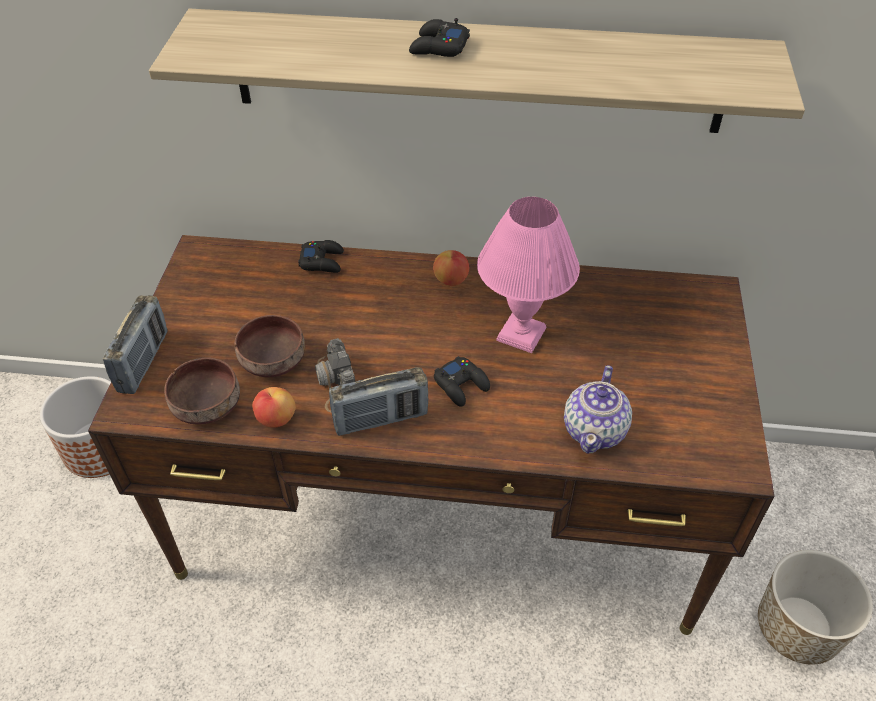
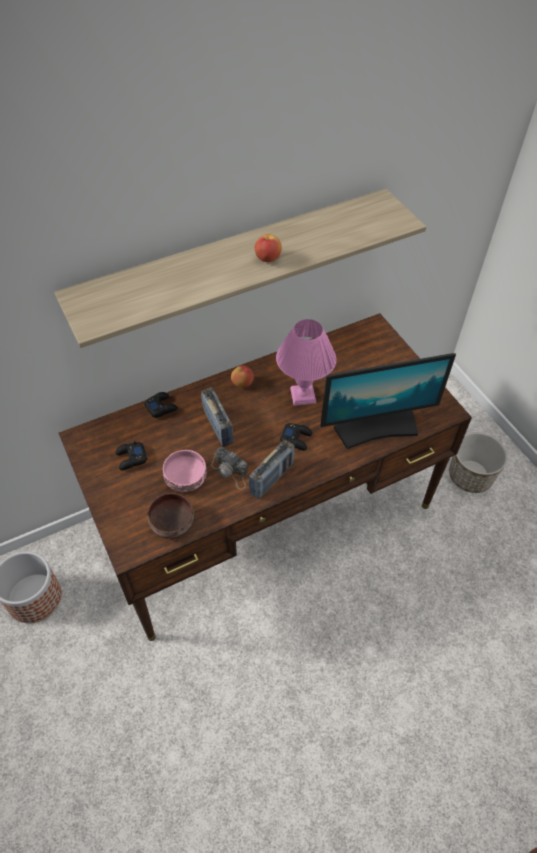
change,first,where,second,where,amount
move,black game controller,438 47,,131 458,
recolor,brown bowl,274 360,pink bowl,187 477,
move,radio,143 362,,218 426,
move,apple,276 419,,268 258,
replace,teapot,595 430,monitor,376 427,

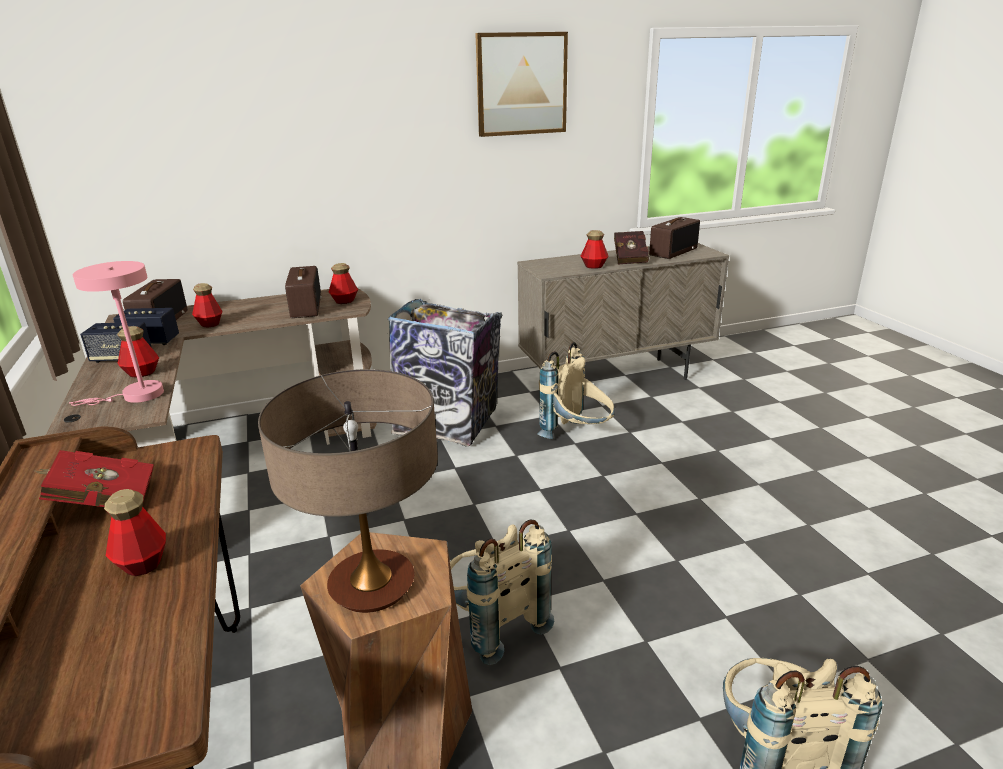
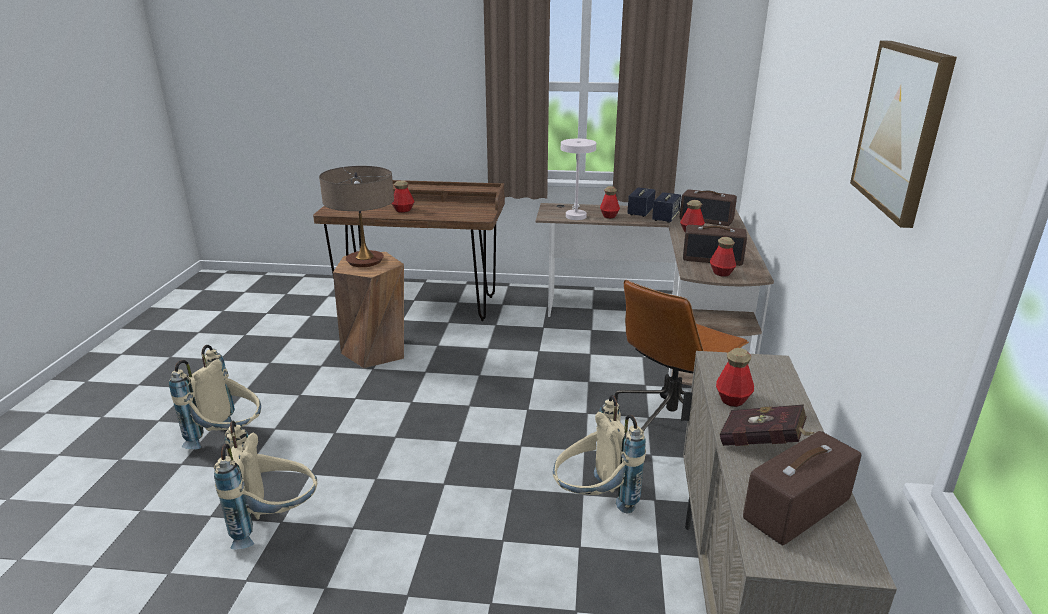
change,first,where,second,where,amount
move,beige backpack,492 624,,276 522,
recolor,pink table lamp,136 396,white table lamp,575 215,
replace,trash can,448 424,brown office chair,670 427,
rotate,radio,673 251,,797 510,75 degrees clockwise
delete,red book,102 501,,,

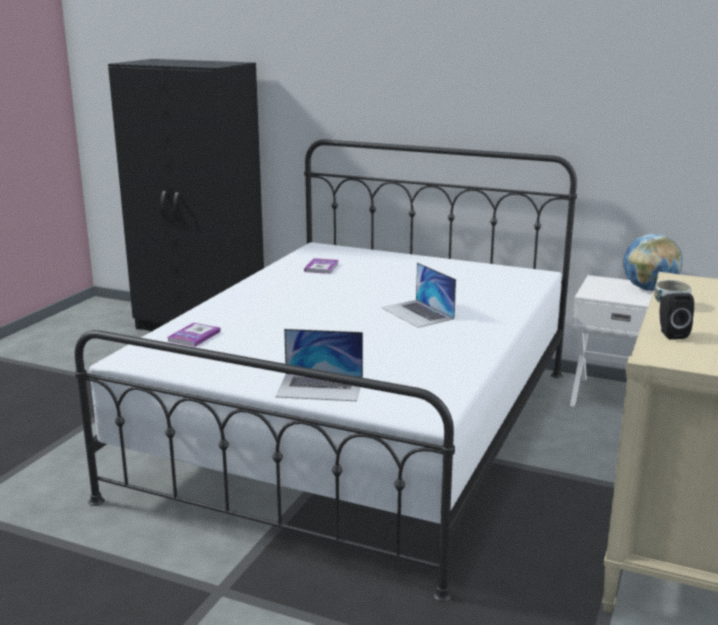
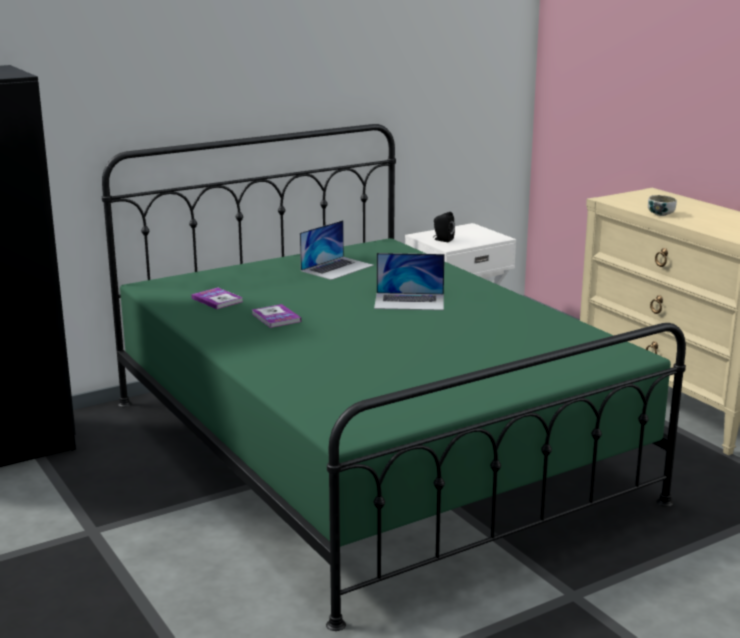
change,first,where,second,where,amount
recolor,white bed,358 430,green bed,369 449,
move,book,194 336,,276 317,
move,laptop,320 387,,337 268,
move,black speaker,671 334,,442 240,
delete,globe,649 289,,,

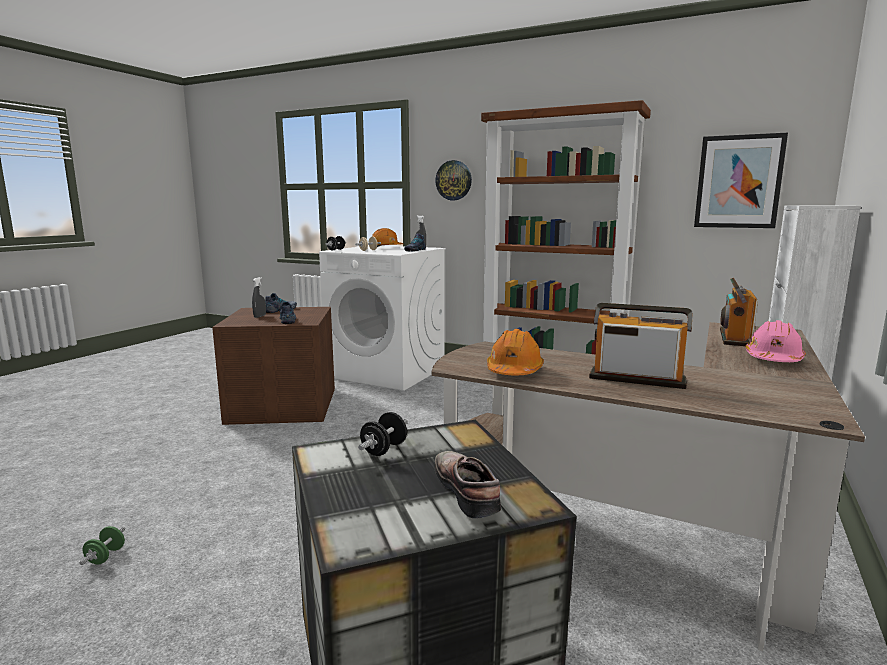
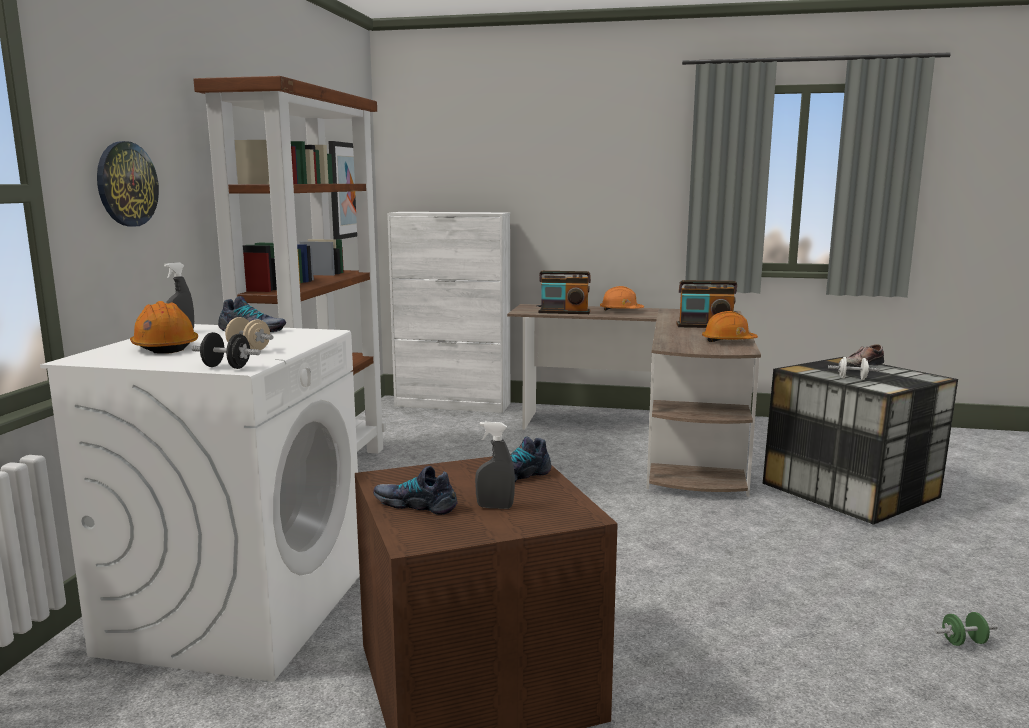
change,first,where,second,where,amount
recolor,pink hard hat,773 359,orange hard hat,621 310,
rotate,radio,636 379,,705 326,90 degrees counterclockwise
recolor,black dumbbell,384 449,white dumbbell,852 379,

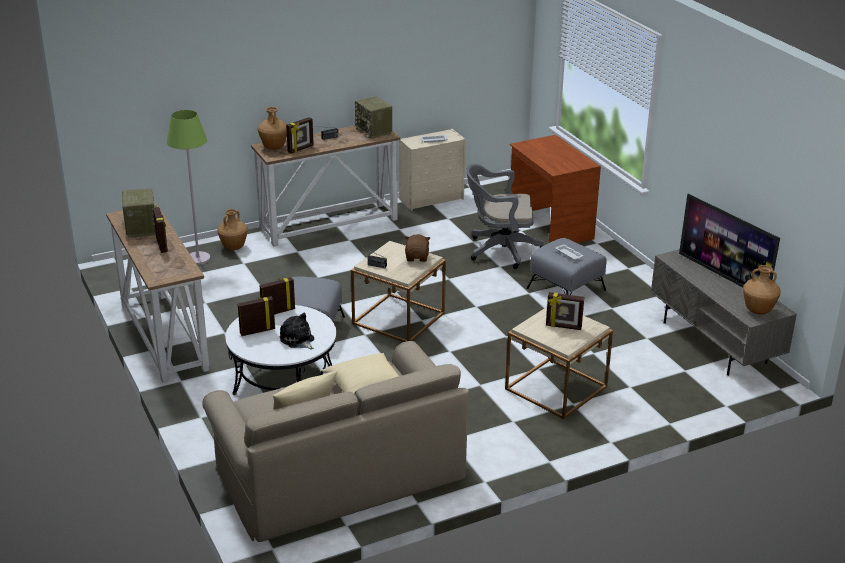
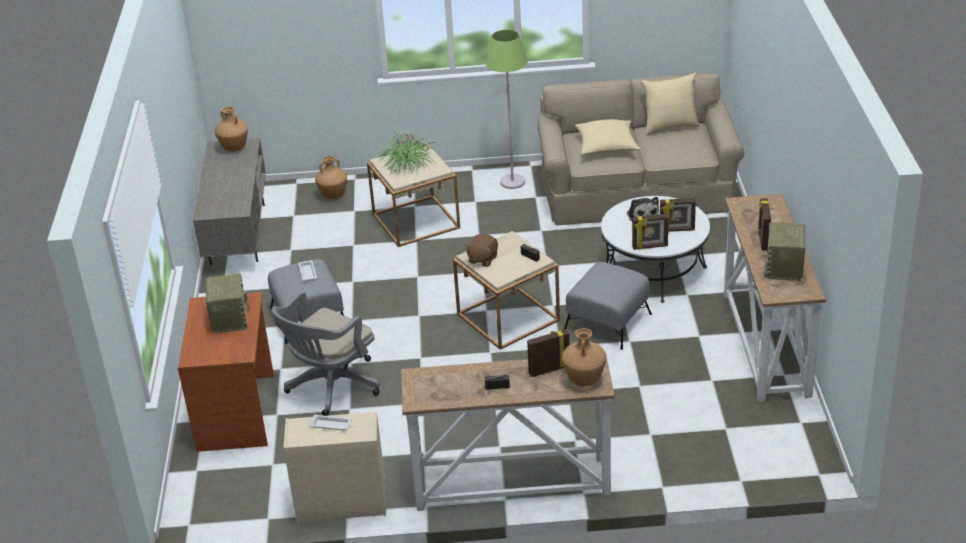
change,first,where,second,where,amount
move,radio,374 131,,229 319,
rotate,grey office chair,499 250,,330 387,105 degrees clockwise
move,brown vase,234 247,,333 196,
replace,picture frame,563 327,potted plant,407 165,
move,green floor lamp,198 259,,512 182,
delete,television,724 276,,,

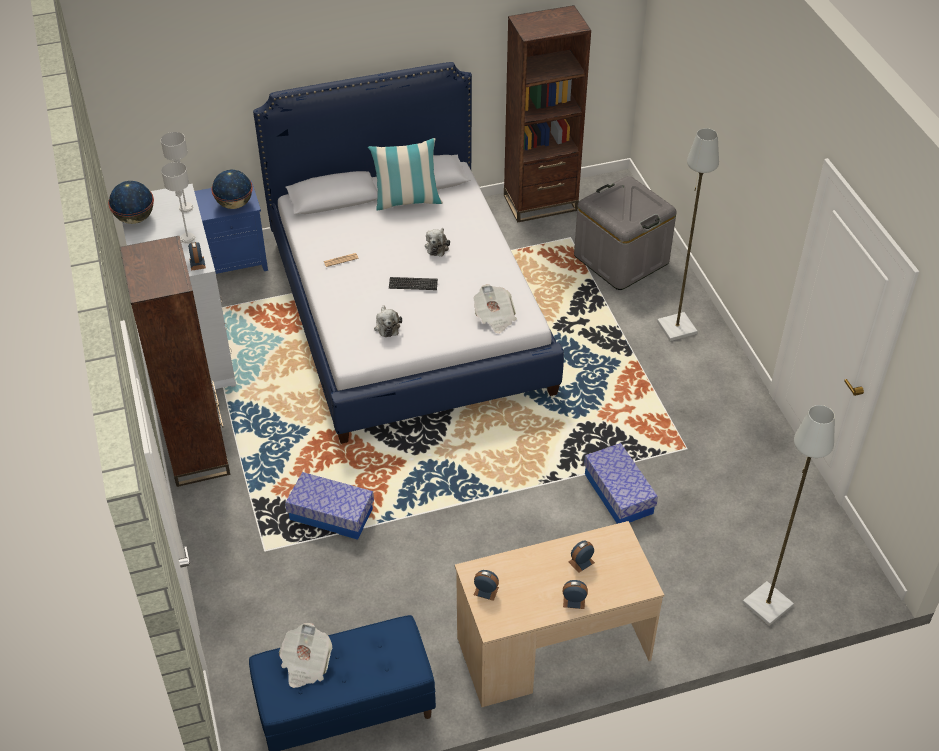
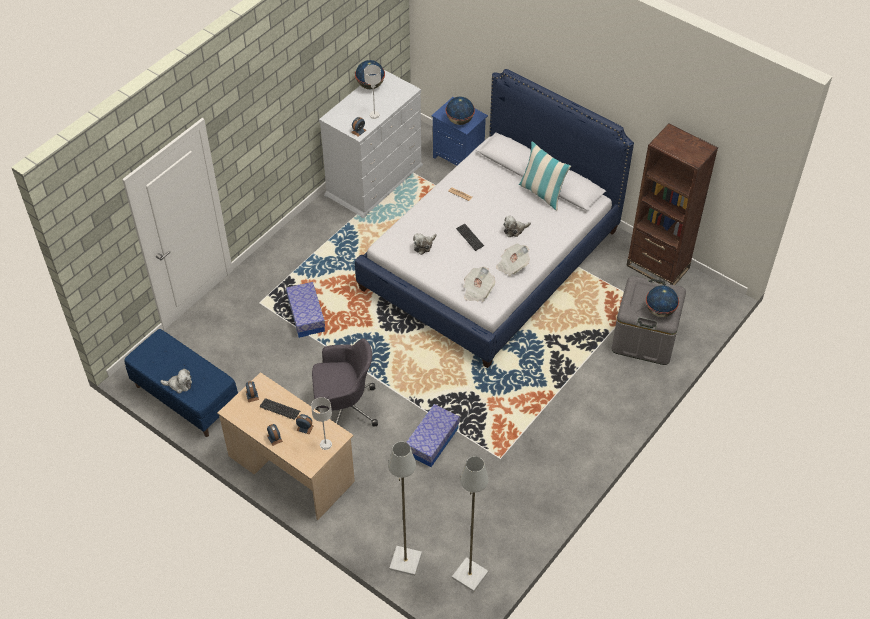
change,first,where,second,where,amount
insert,,,plush toy,179 385,
insert,,,keyboard,280 409,
move,grey table lamp,185 208,,325 444,
insert,,,grey office chair,344 407,
move,grey floor lamp,676 328,,469 575,
move,newspaper,305 664,,512 265,
insert,,,globe,659 311,
delete,brown bookcase,197 452,,,

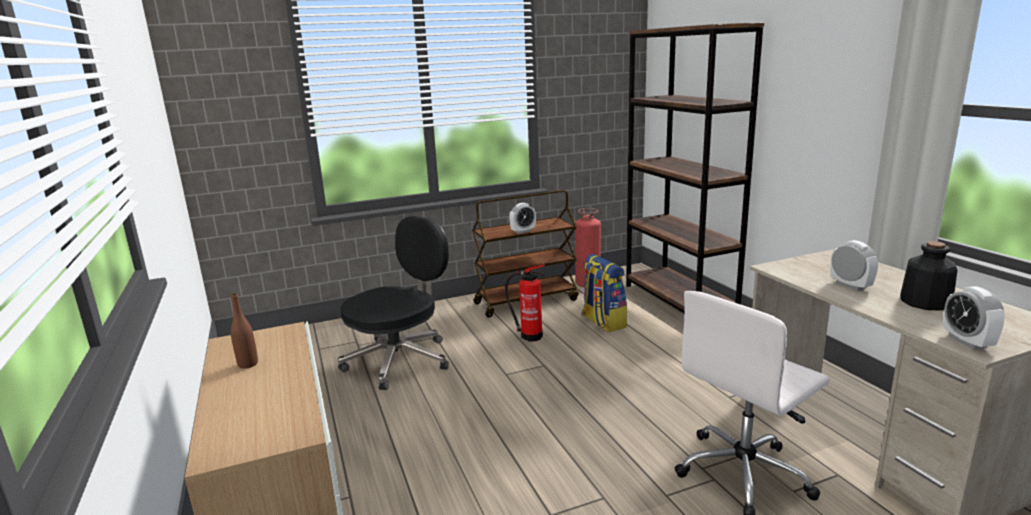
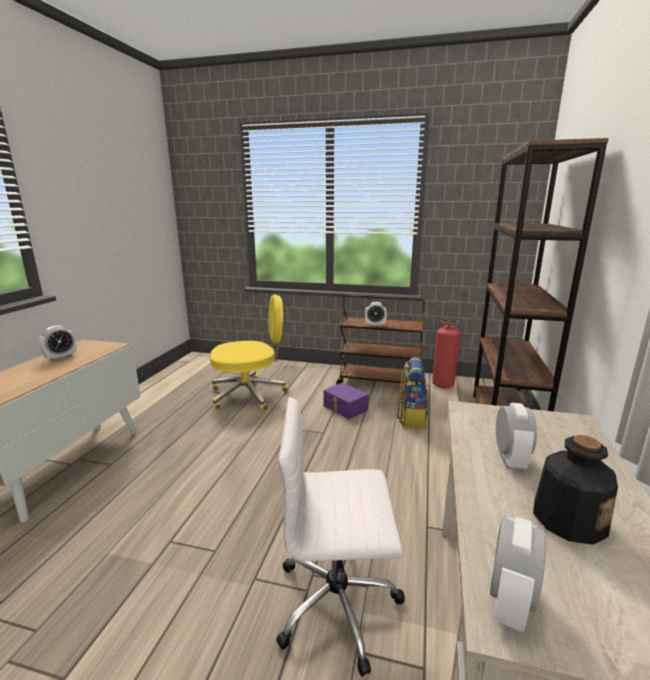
change,first,where,second,where,amount
replace,brown bottle,248 364,alarm clock,61 357,
recolor,black office chair,400 360,yellow office chair,250 394,
replace,fire extinguisher,529 336,purple storage box,344 408,

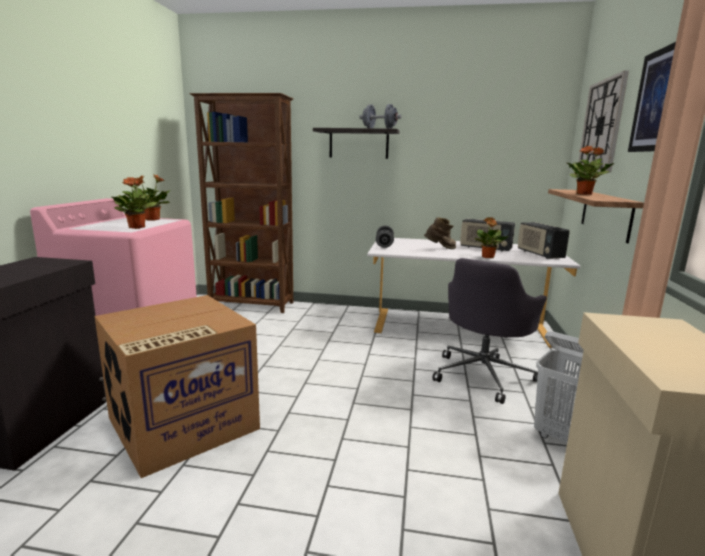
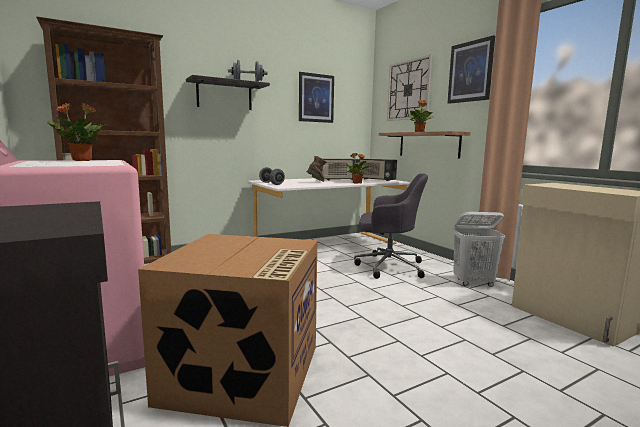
change,first,where,second,where,amount
insert,,,picture,316 98,
rotate,grey office chair,483 375,,387 266,75 degrees counterclockwise
delete,potted plant,137 227,,,

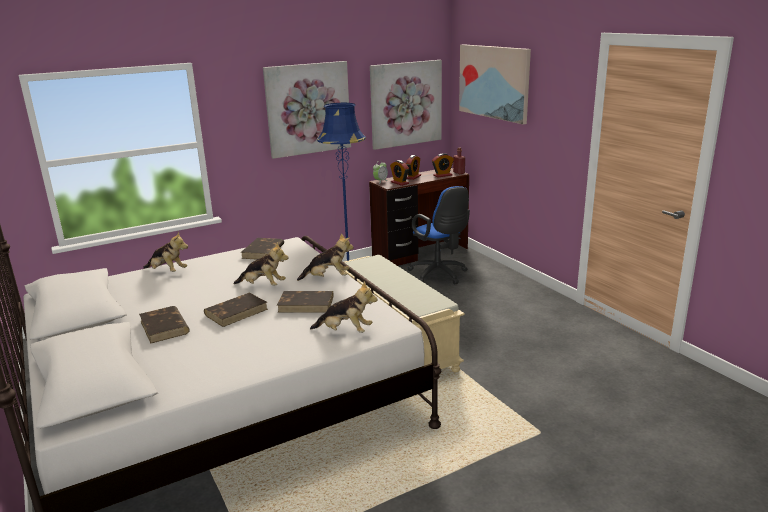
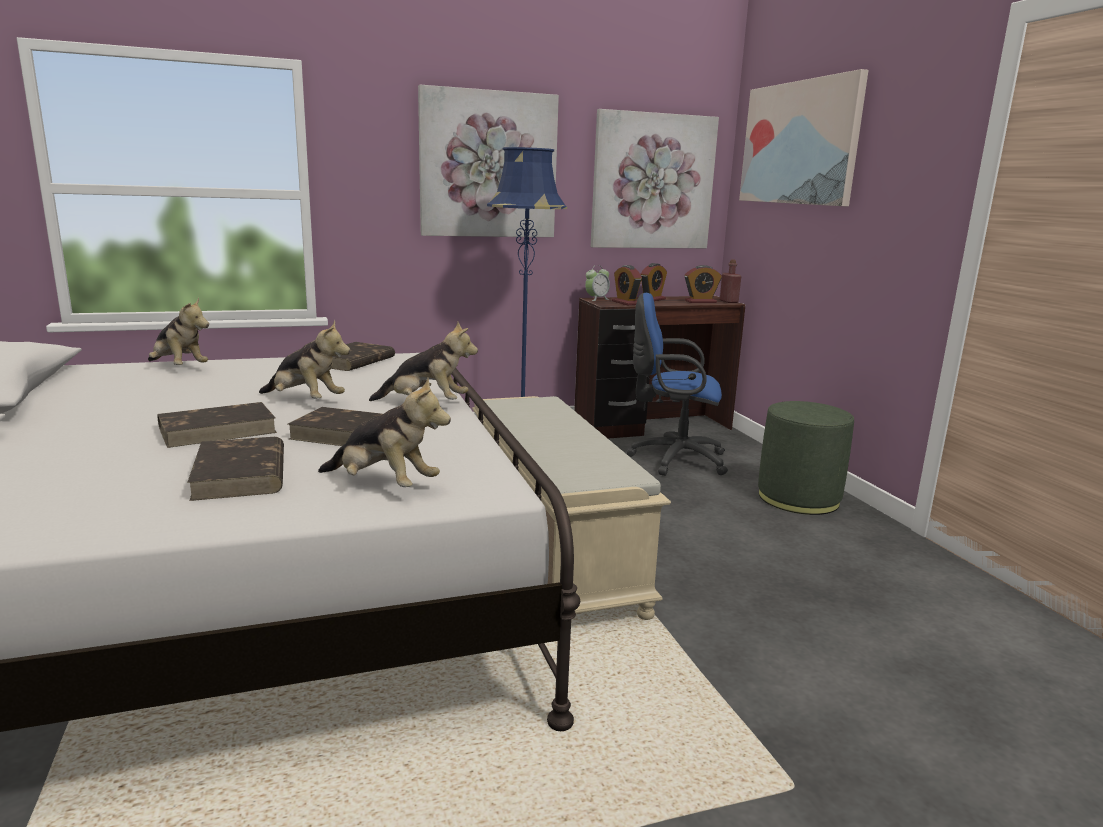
change,first,where,second,where,amount
move,brown book,164 327,,240 474,
rotate,blue office chair,439 275,,673 459,120 degrees clockwise
insert,,,green ottoman,798 498,

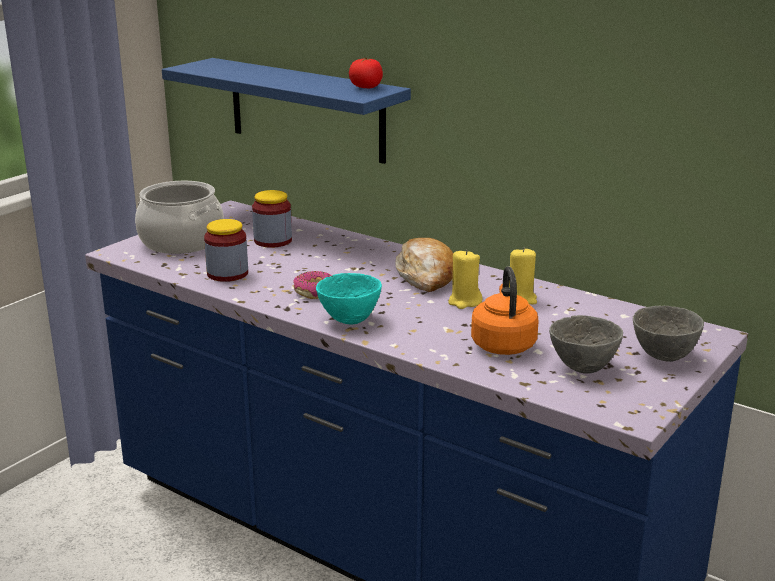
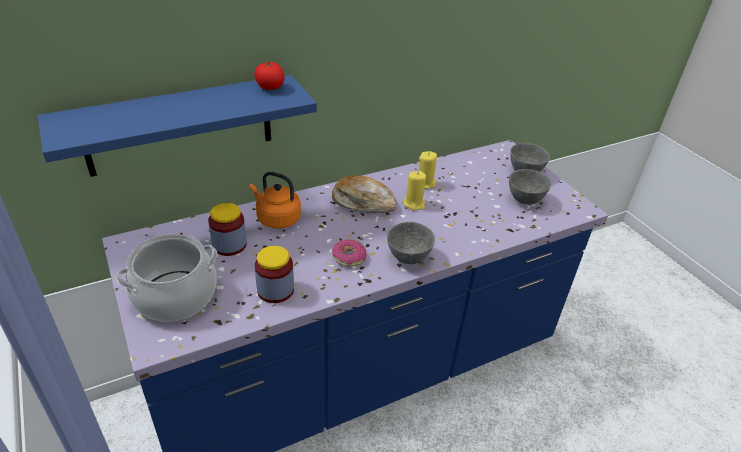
change,first,where,second,where,amount
move,orange kettle,503 344,,276 218,
recolor,turquoise bowl,350 320,grey bowl,409 258,

